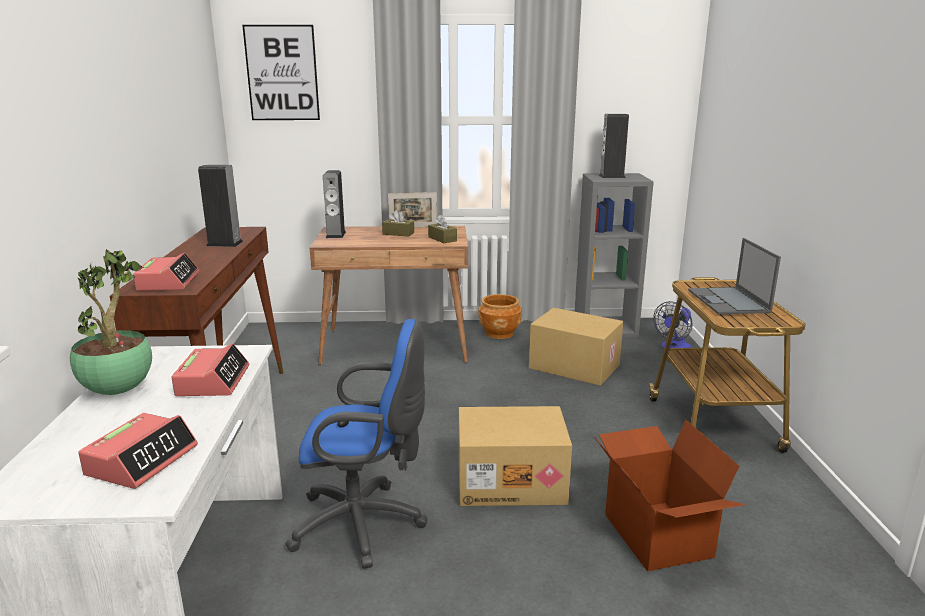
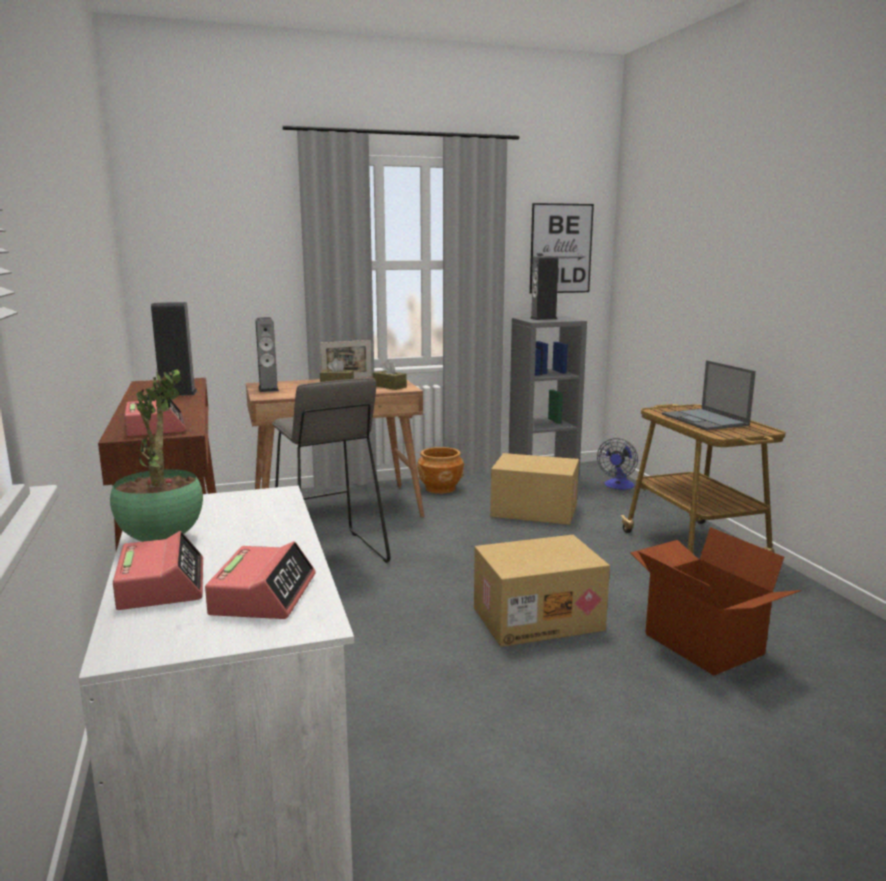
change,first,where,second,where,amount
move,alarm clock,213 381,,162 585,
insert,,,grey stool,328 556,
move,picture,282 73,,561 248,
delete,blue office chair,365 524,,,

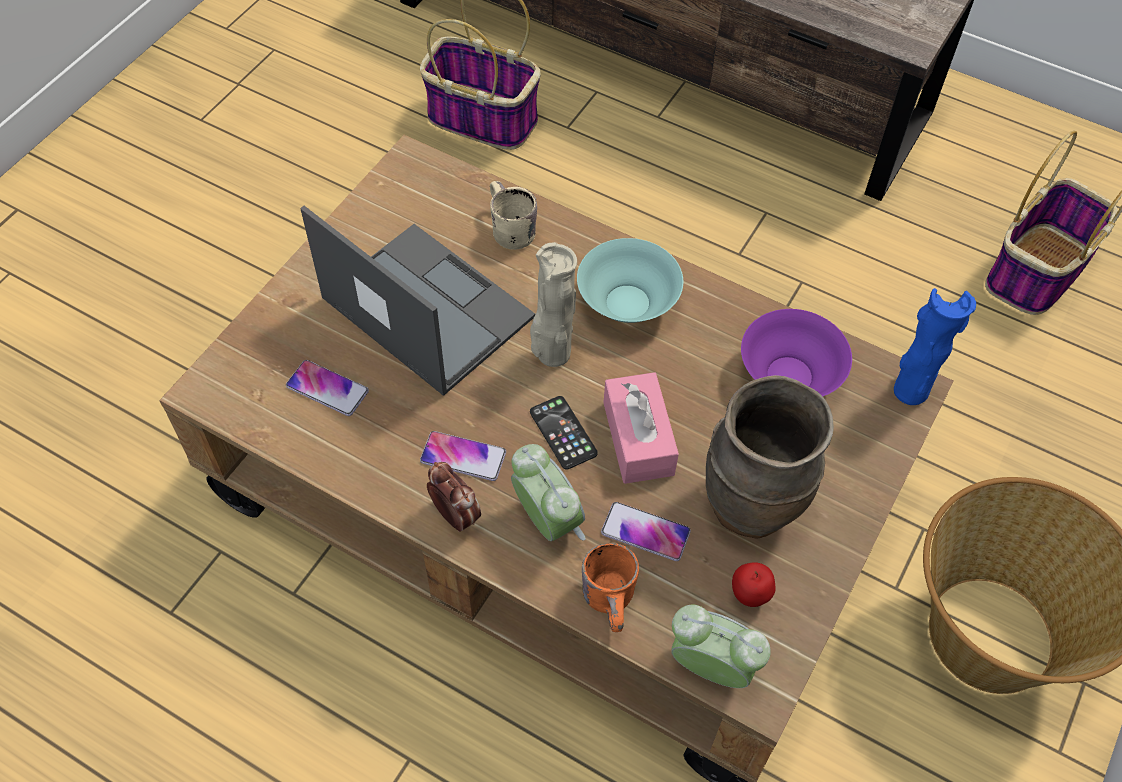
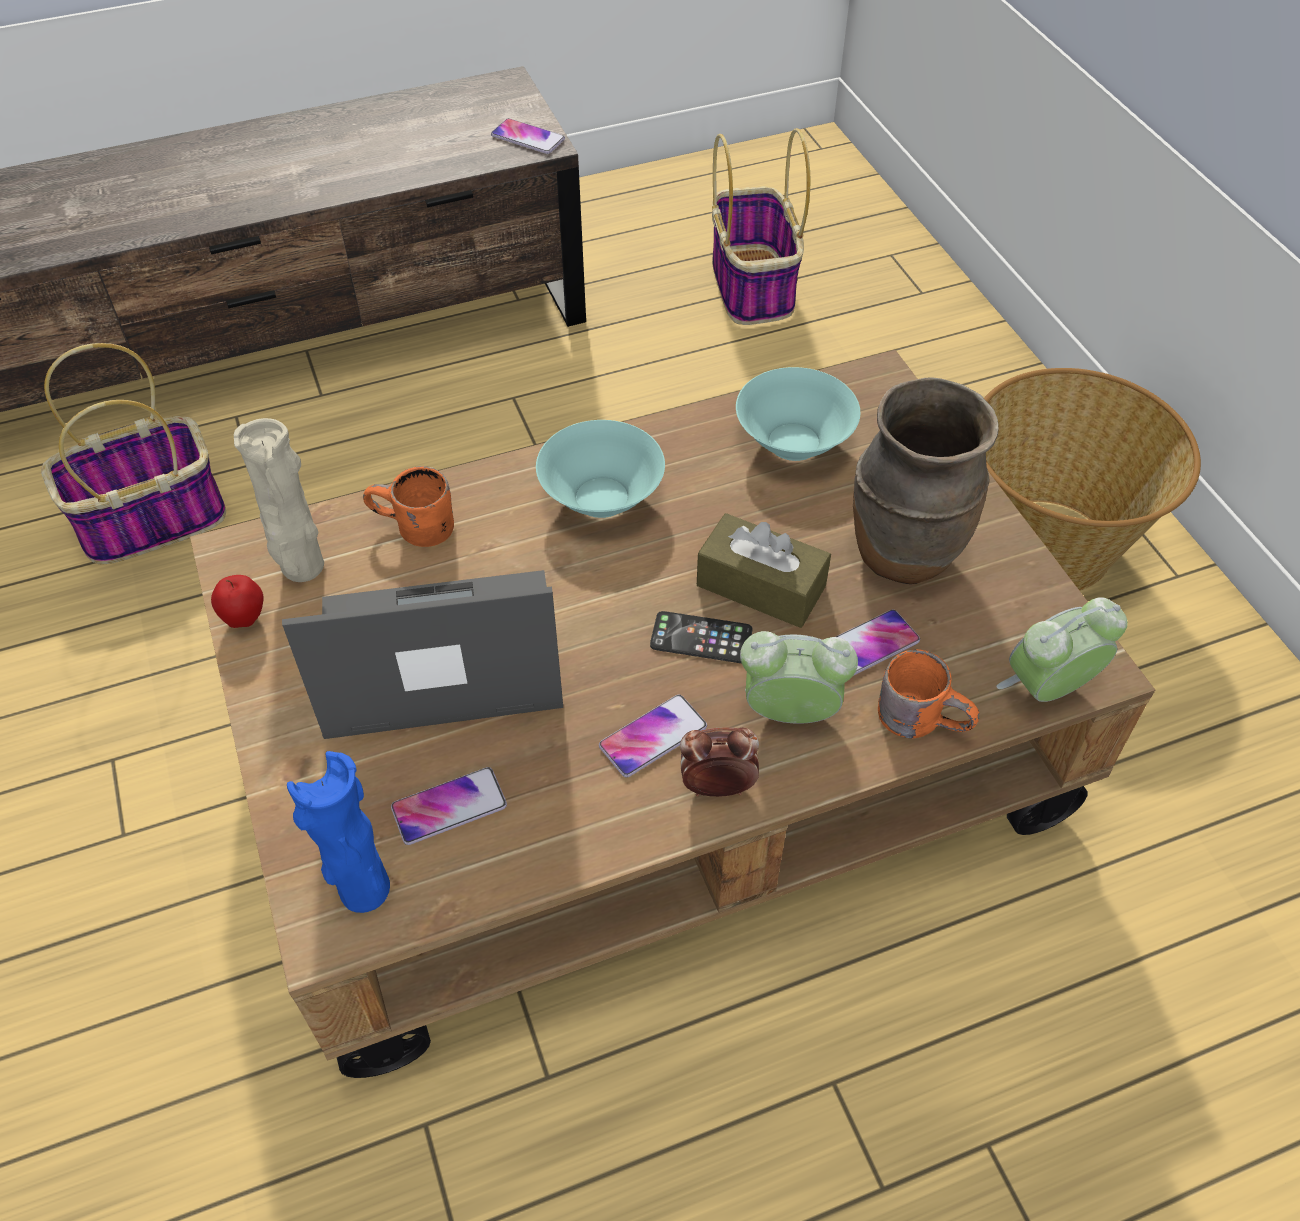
change,first,where,second,where,amount
move,apple,749 596,,245 619,
move,beige vase,552 354,,302 569,
move,blue vase,909 389,,362 888,
recolor,beige mug,506 229,orange mug,413 531,
insert,,,phone,528 138,
recolor,pink tissue box,638 438,brown tissue box,761 586,
recolor,purple bowl,788 375,turquoise bowl,792 442,

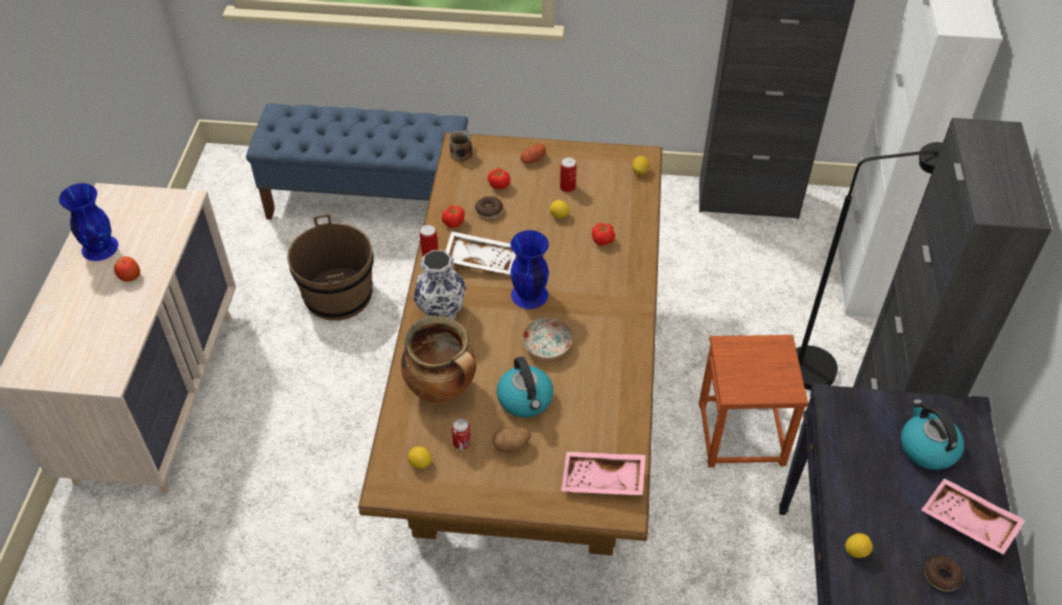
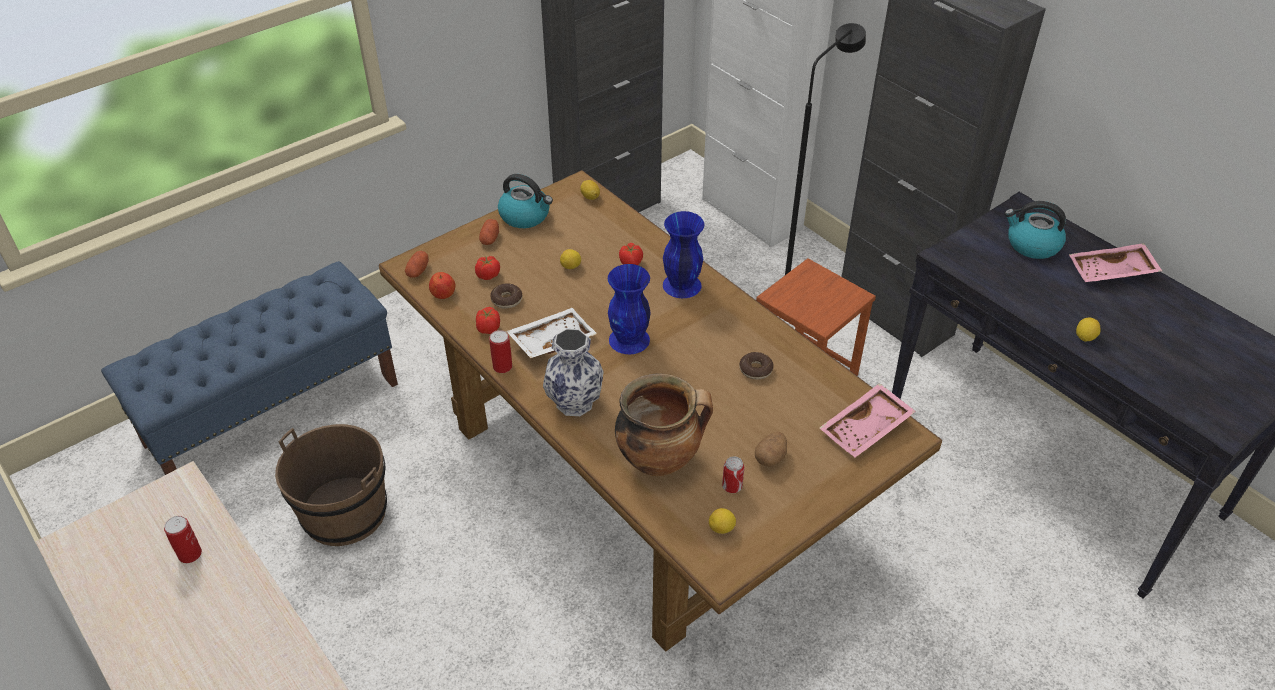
change,first,where,second,where,amount
move,can,567 187,,190 554,
replace,mug,461 153,potato,418 271,
move,apple,129 276,,443 294,
move,kettle,525 399,,525 216,
move,blue vase,99 247,,681 285,
move,donut,941 576,,755 370,
delete,plate,547 345,,,

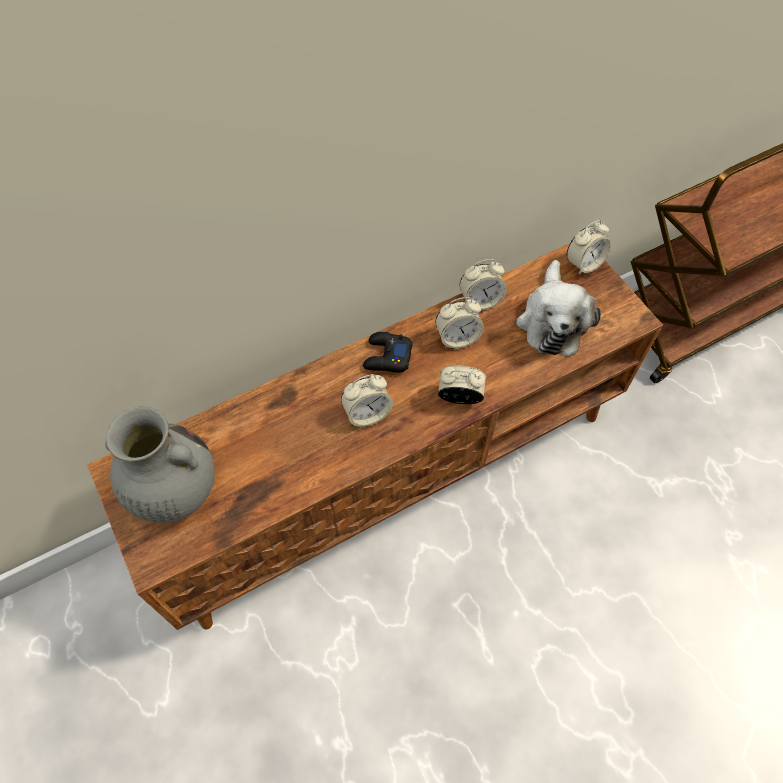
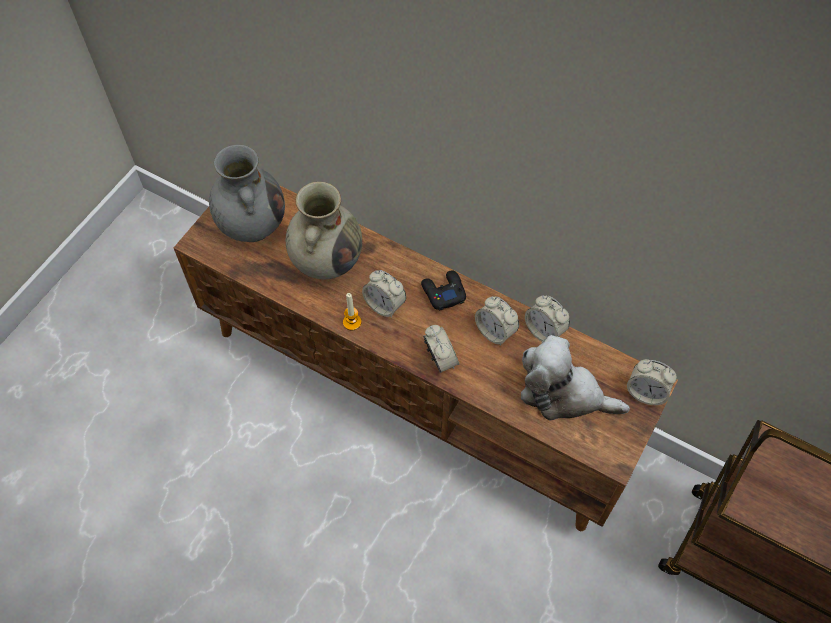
change,first,where,second,where,amount
insert,,,beige vase,327 261,
insert,,,candle,352 322,
rotate,plush toy,552 320,,563 393,45 degrees clockwise

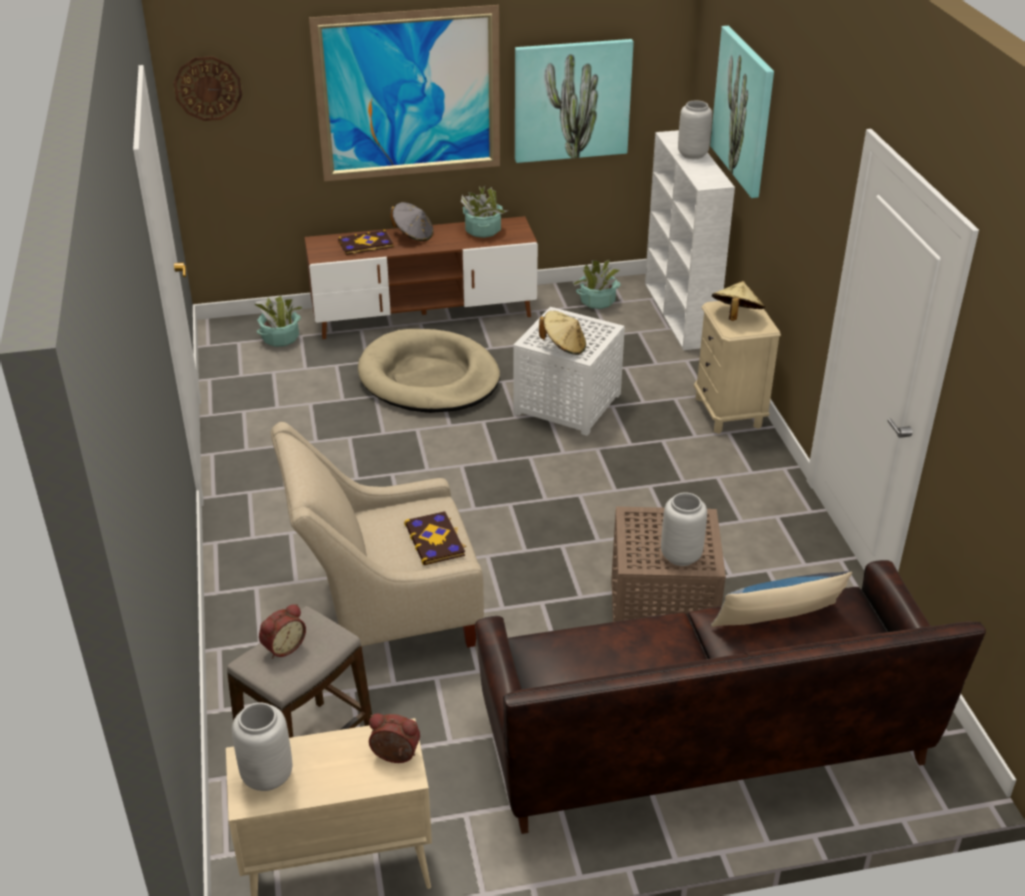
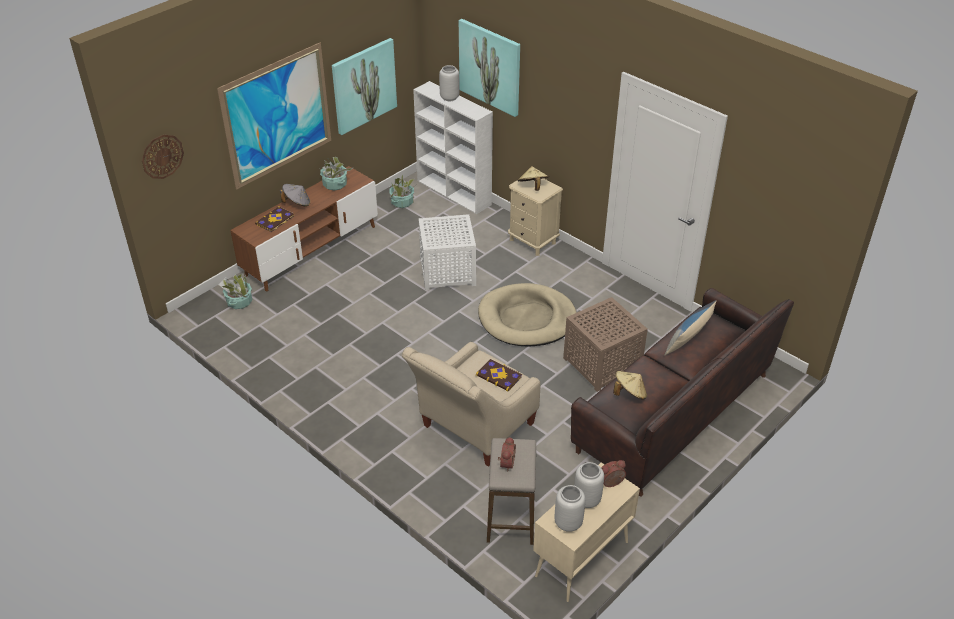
change,first,where,second,where,amount
move,beige dog bed,429 378,,527 319,
move,grey vase,680 555,,586 499,
move,beige hat,564 347,,629 393,

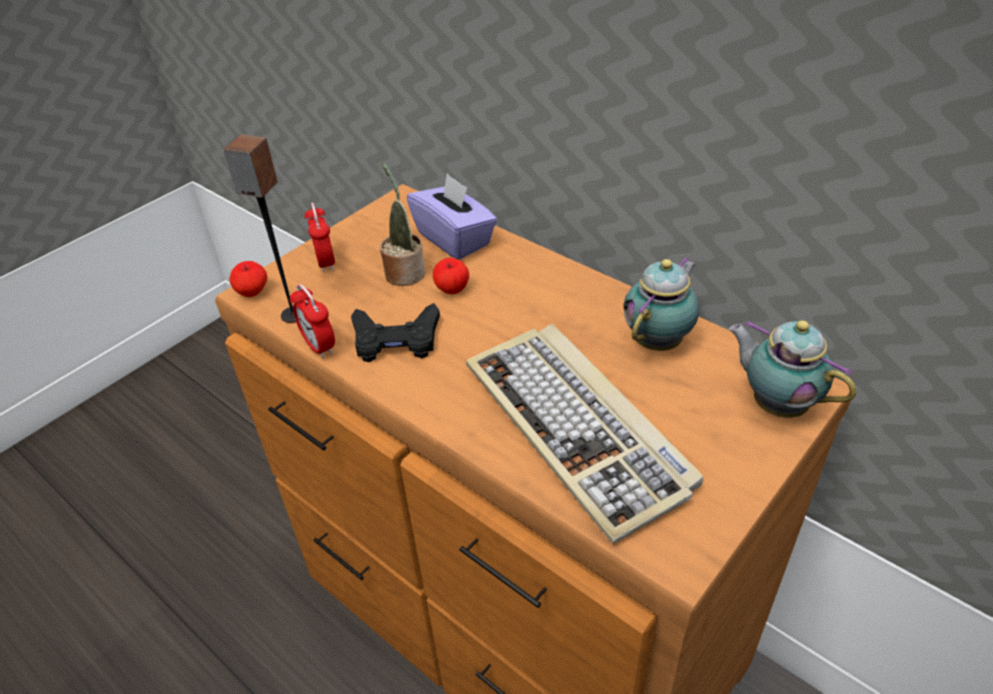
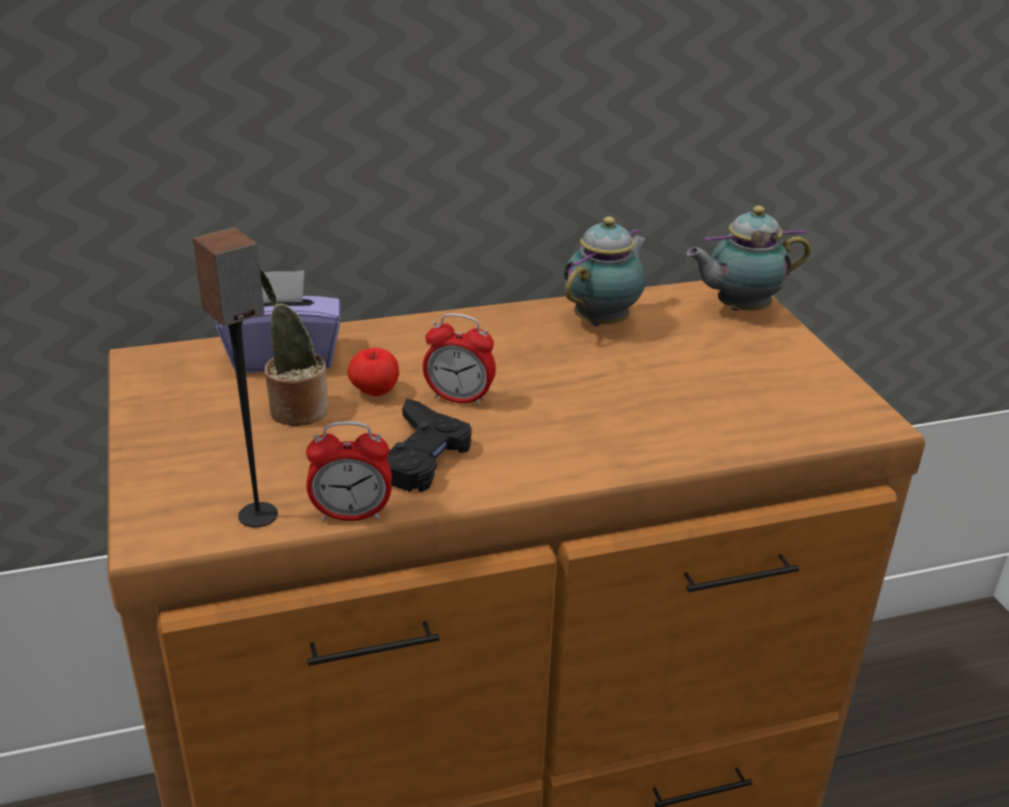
change,first,where,second,where,amount
move,alarm clock,326 262,,459 398,
rotate,teapot,659 340,,604 321,60 degrees clockwise
delete,apple,253 292,,,
delete,keyboard,579 428,,,

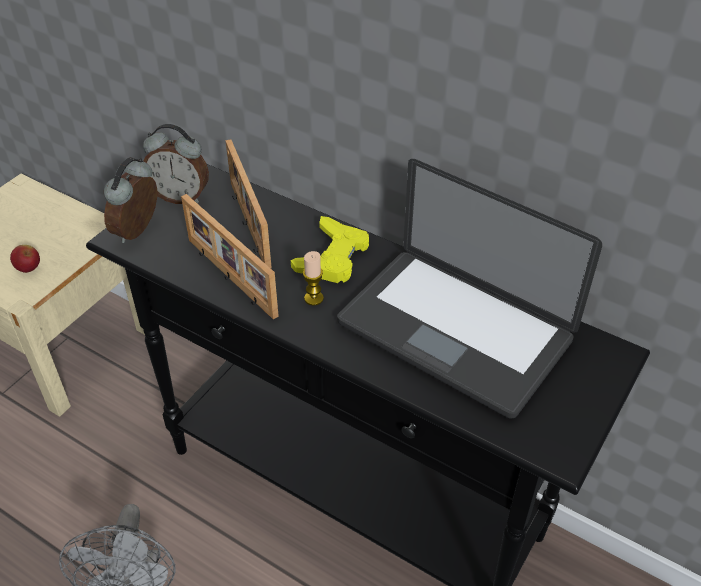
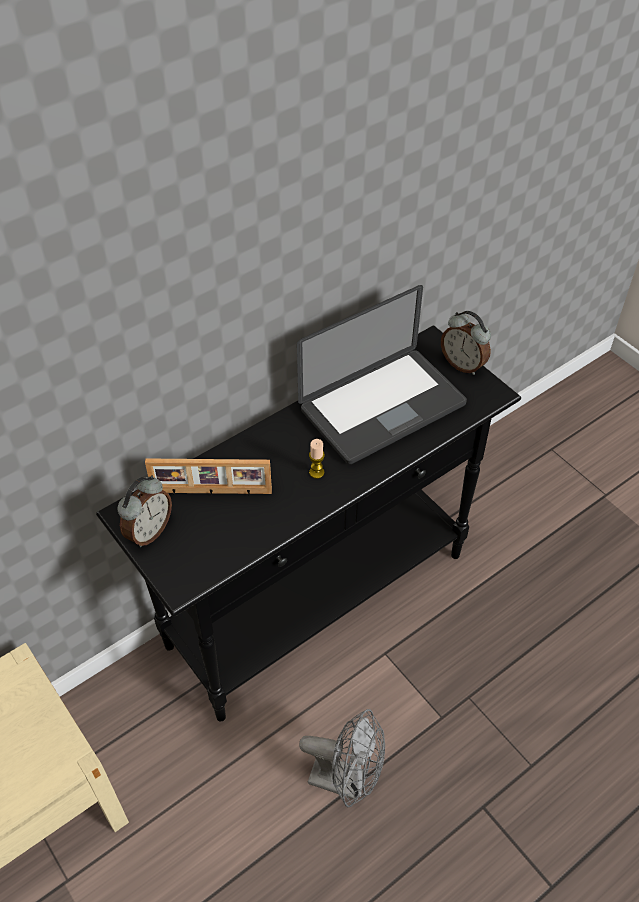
change,first,where,second,where,amount
move,alarm clock,139 231,,463 364,
delete,apple,29 268,,,
delete,picture frame,229 278,,,
delete,yellow game controller,333 257,,,

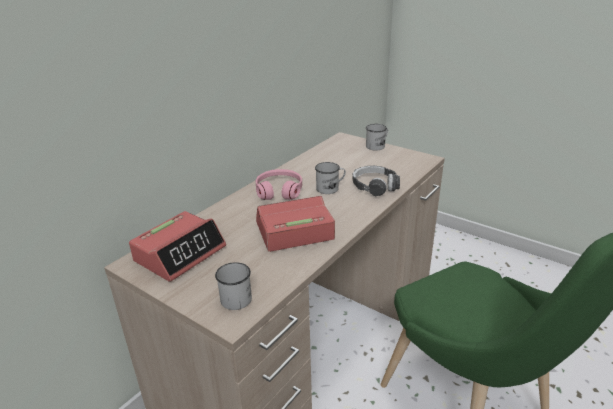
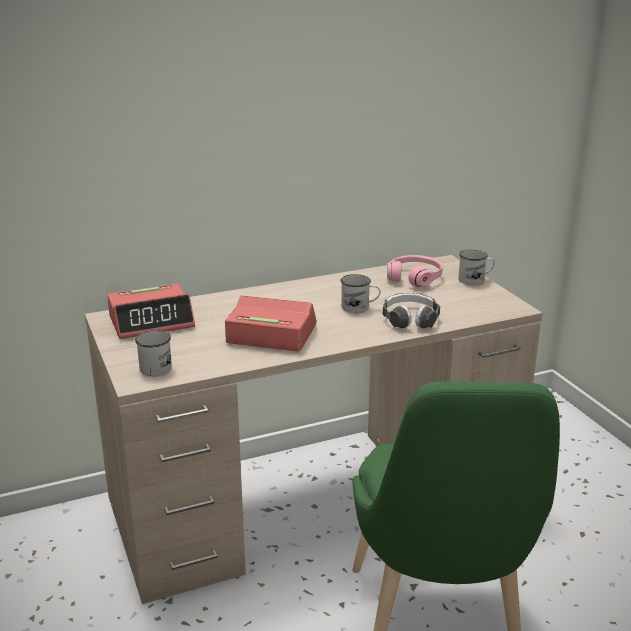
change,first,where,second,where,amount
move,pink headphones,279 191,,414 278,

